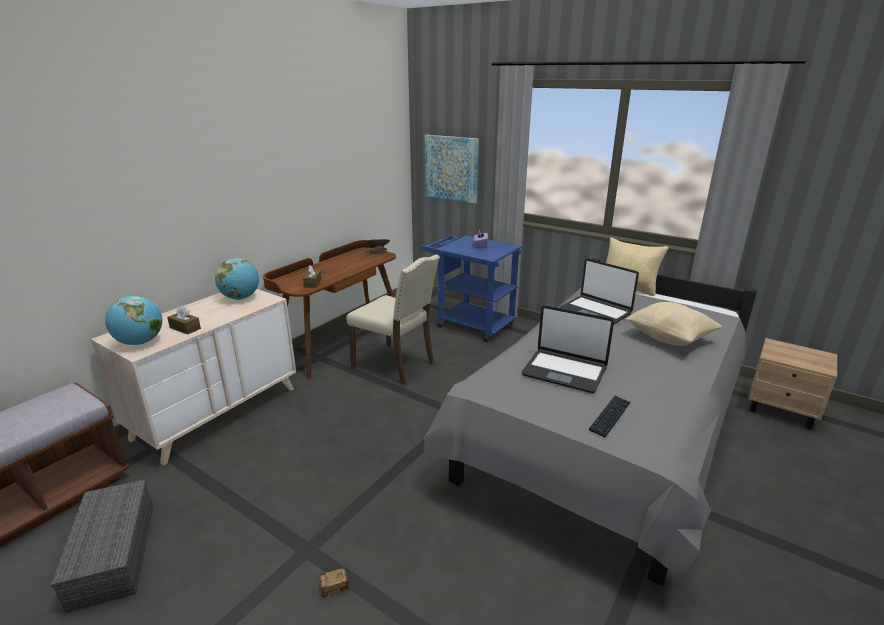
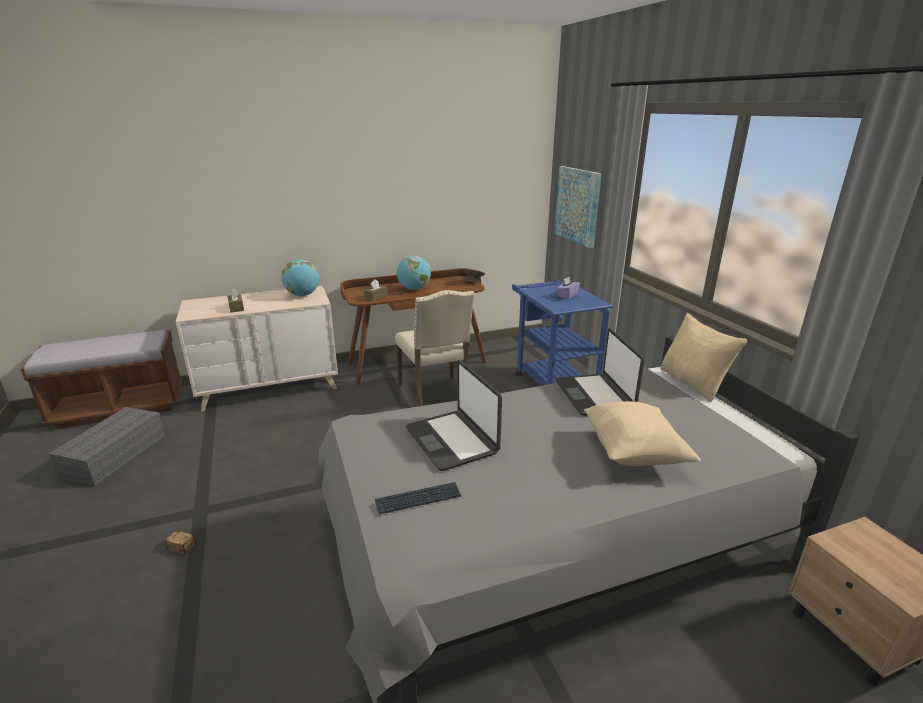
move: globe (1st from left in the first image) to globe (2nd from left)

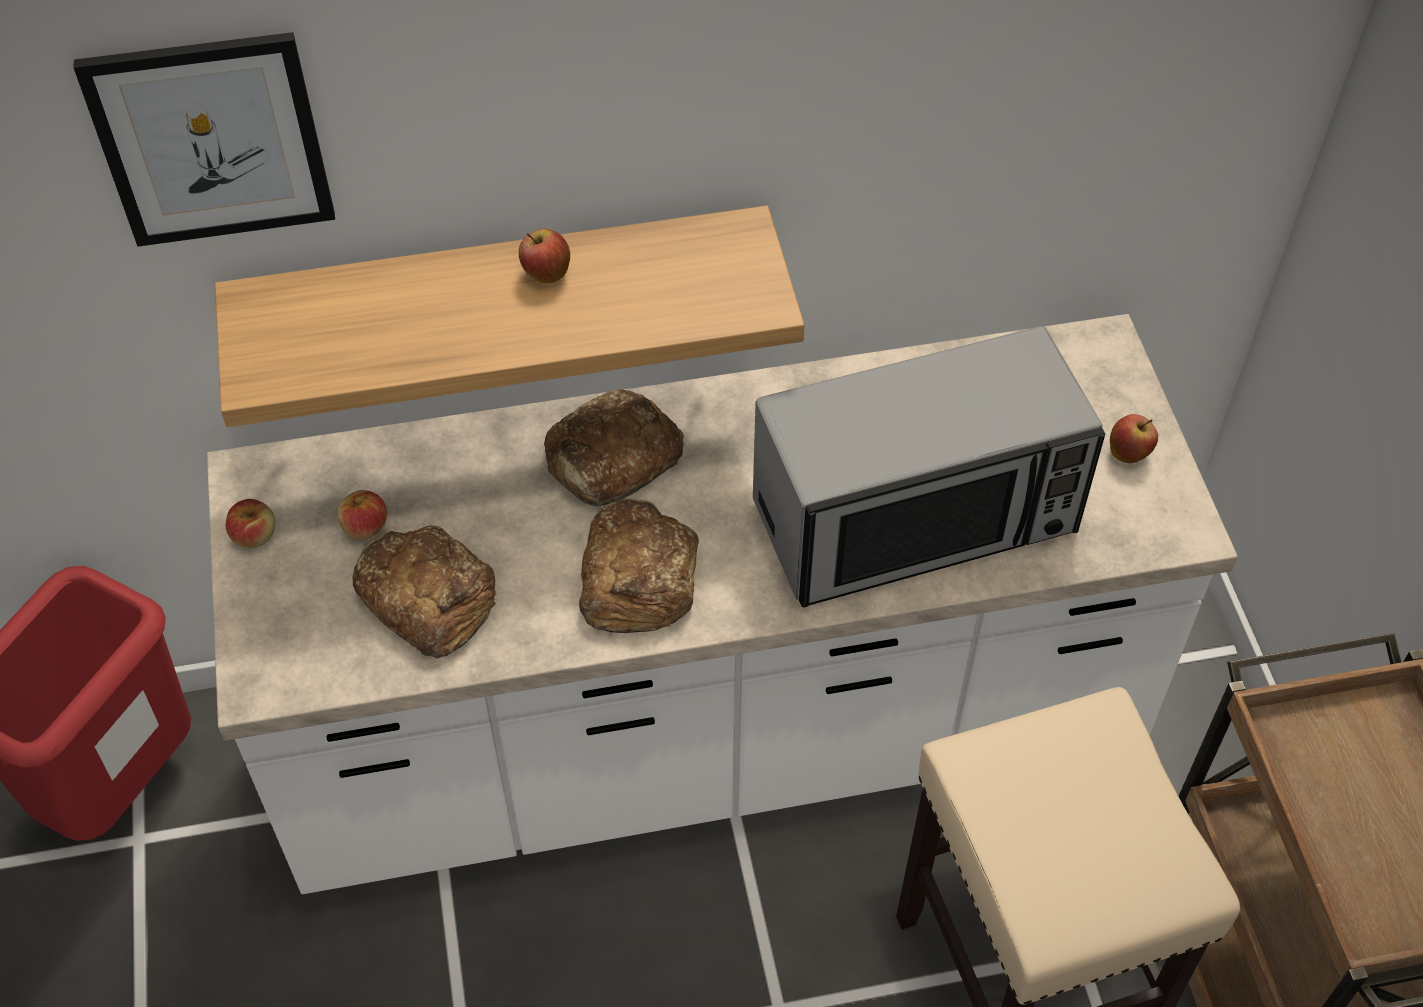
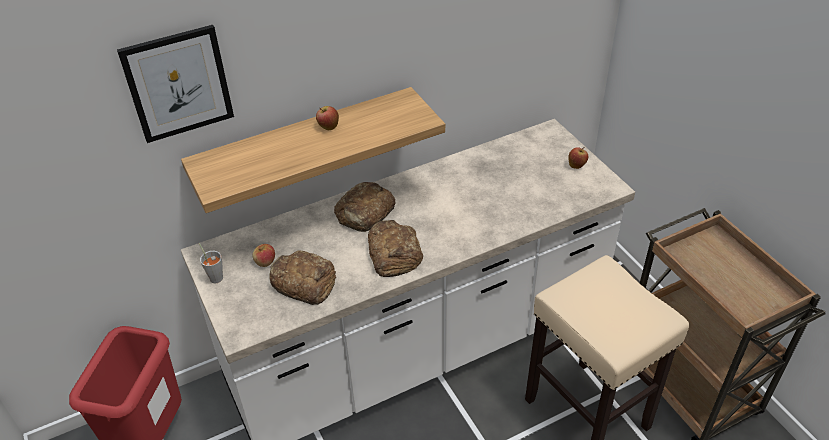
delete: microwave
replace: apple (1st from left) to grey_cup

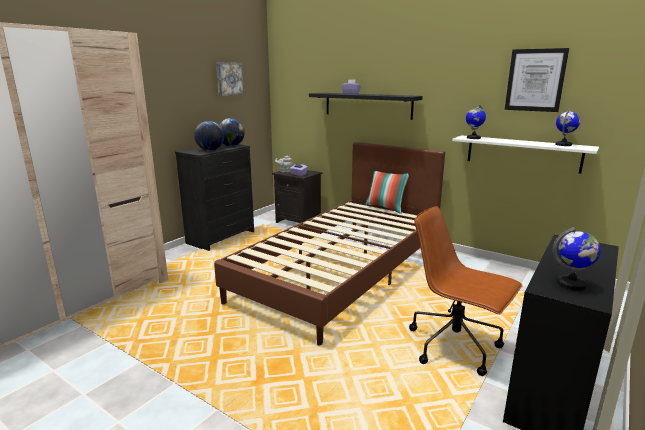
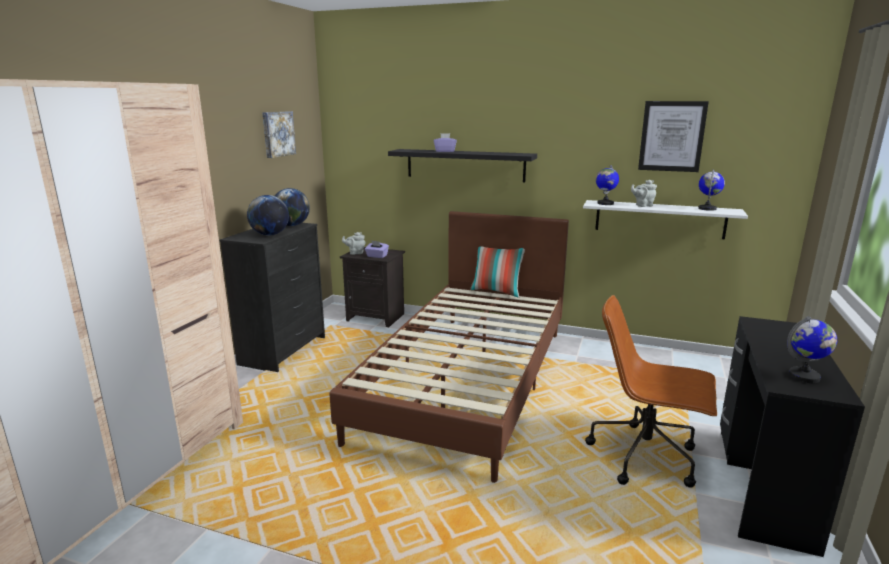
insert: grey_teapot (2nd from left)

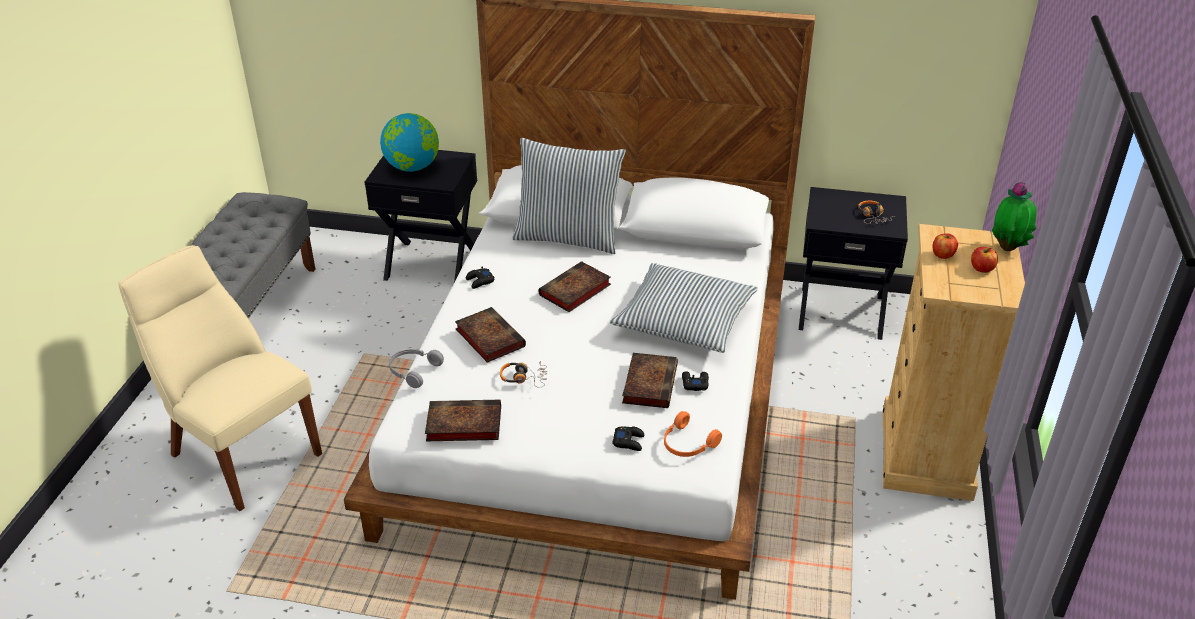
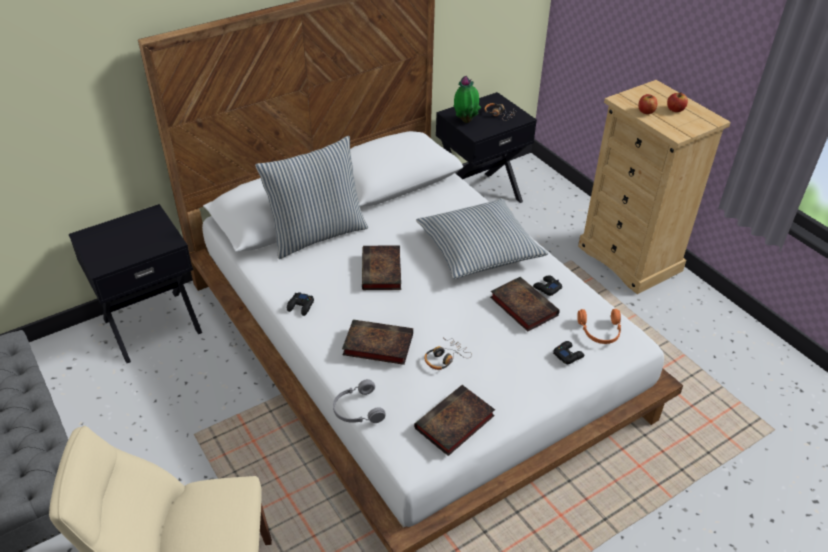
delete: globe
move: potted_plant

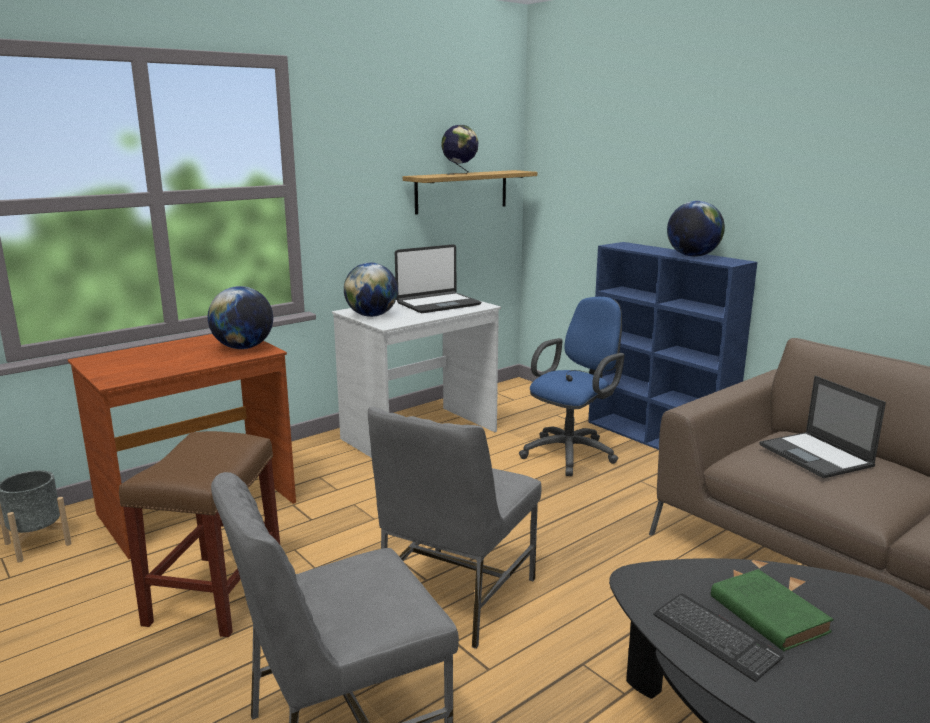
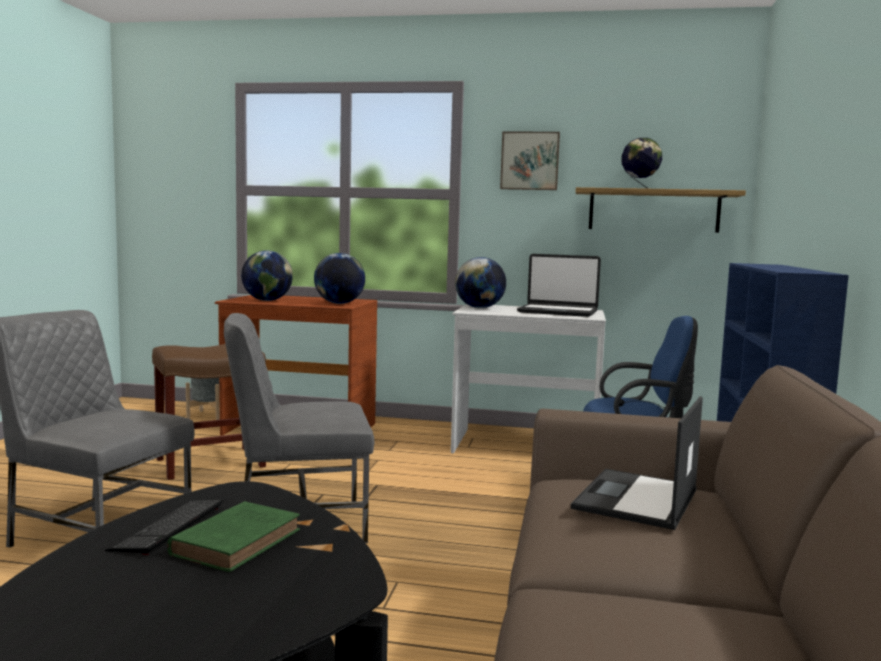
insert: picture
move: globe (4th from left in the first image) to globe (1st from left)

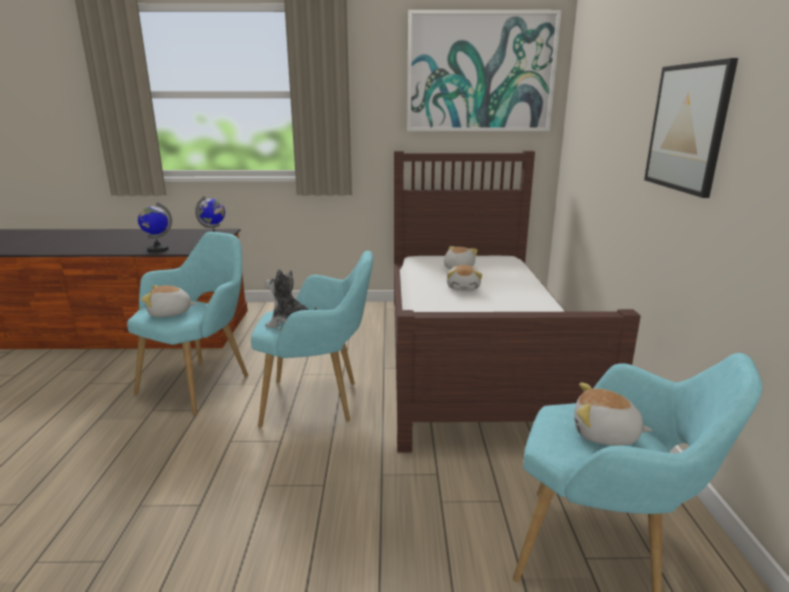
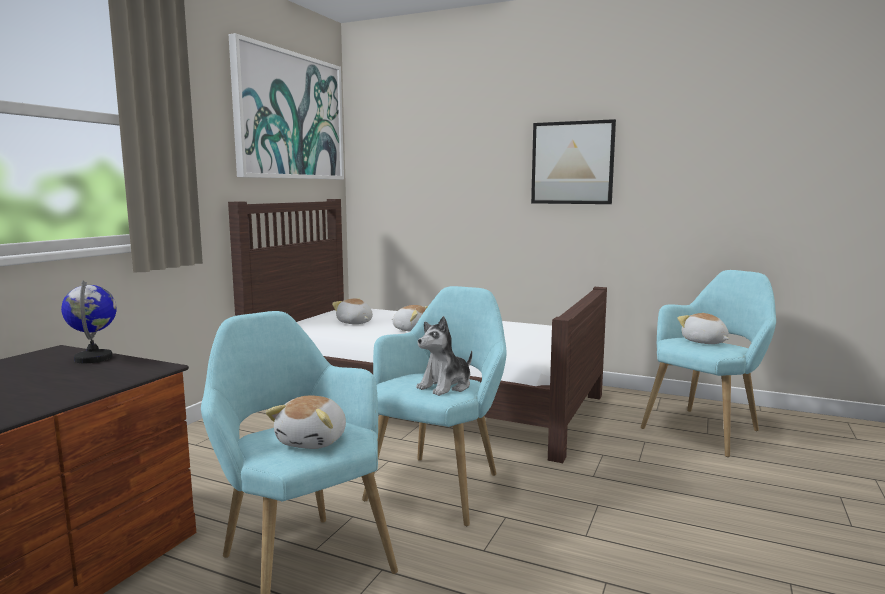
delete: globe (1st from left)
rotate: plush_toy (5th from left) 105 degrees clockwise

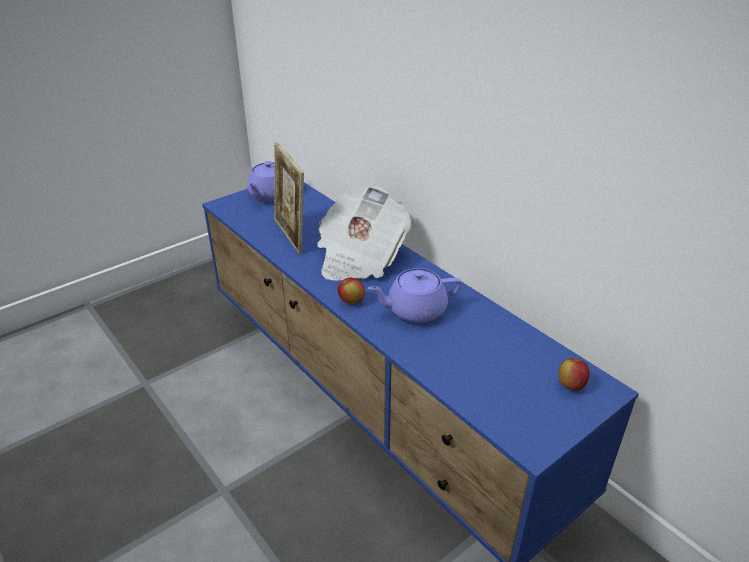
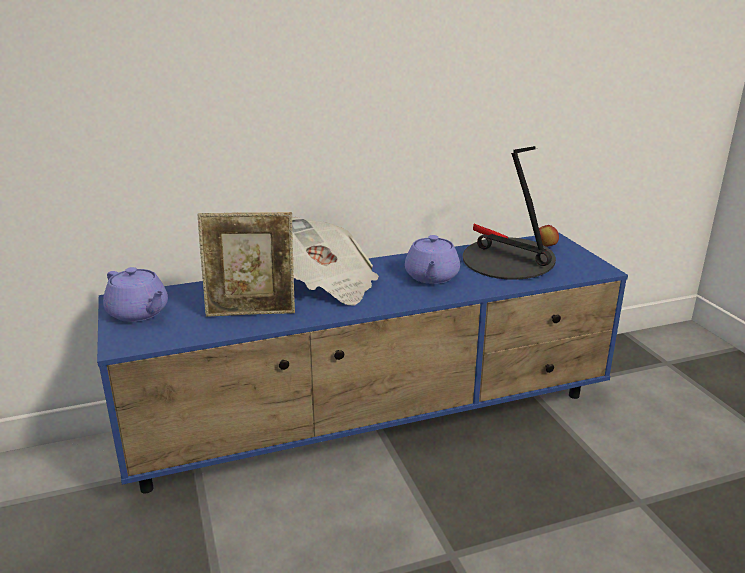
delete: apple (1st from left)
insert: table_lamp

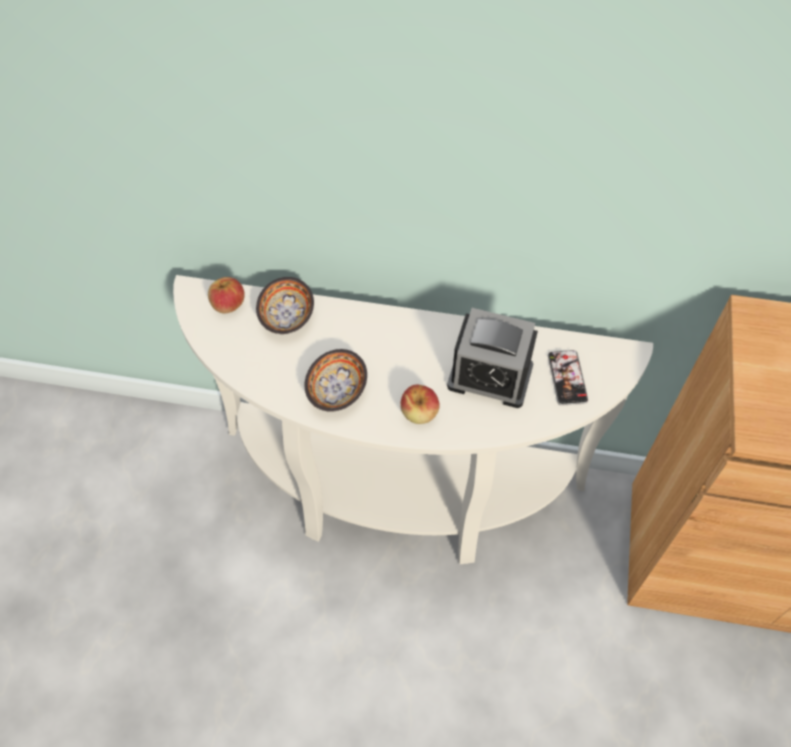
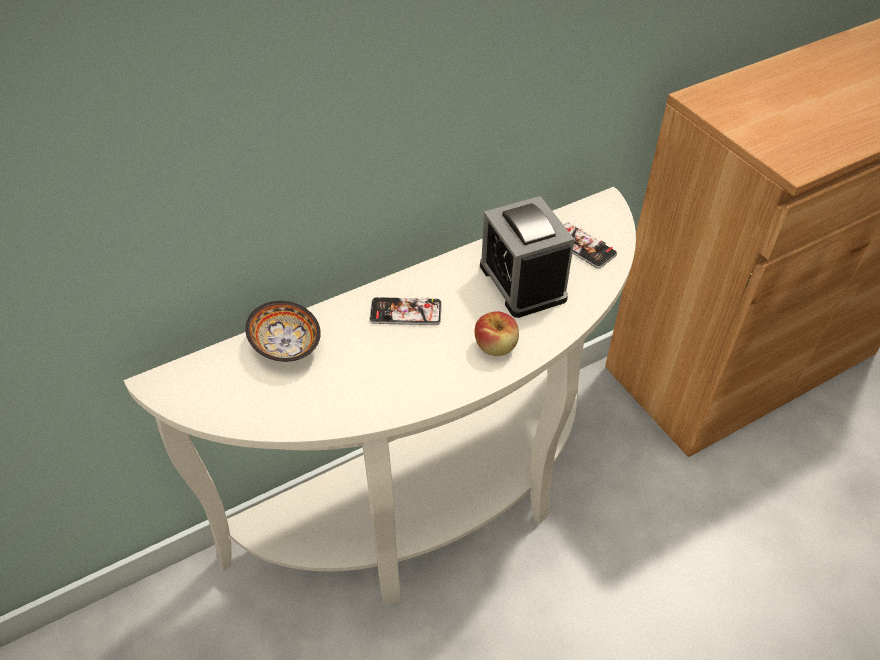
delete: apple (1st from left); bowl (2nd from left)
insert: phone (1st from left)
rotate: alarm_clock 90 degrees clockwise

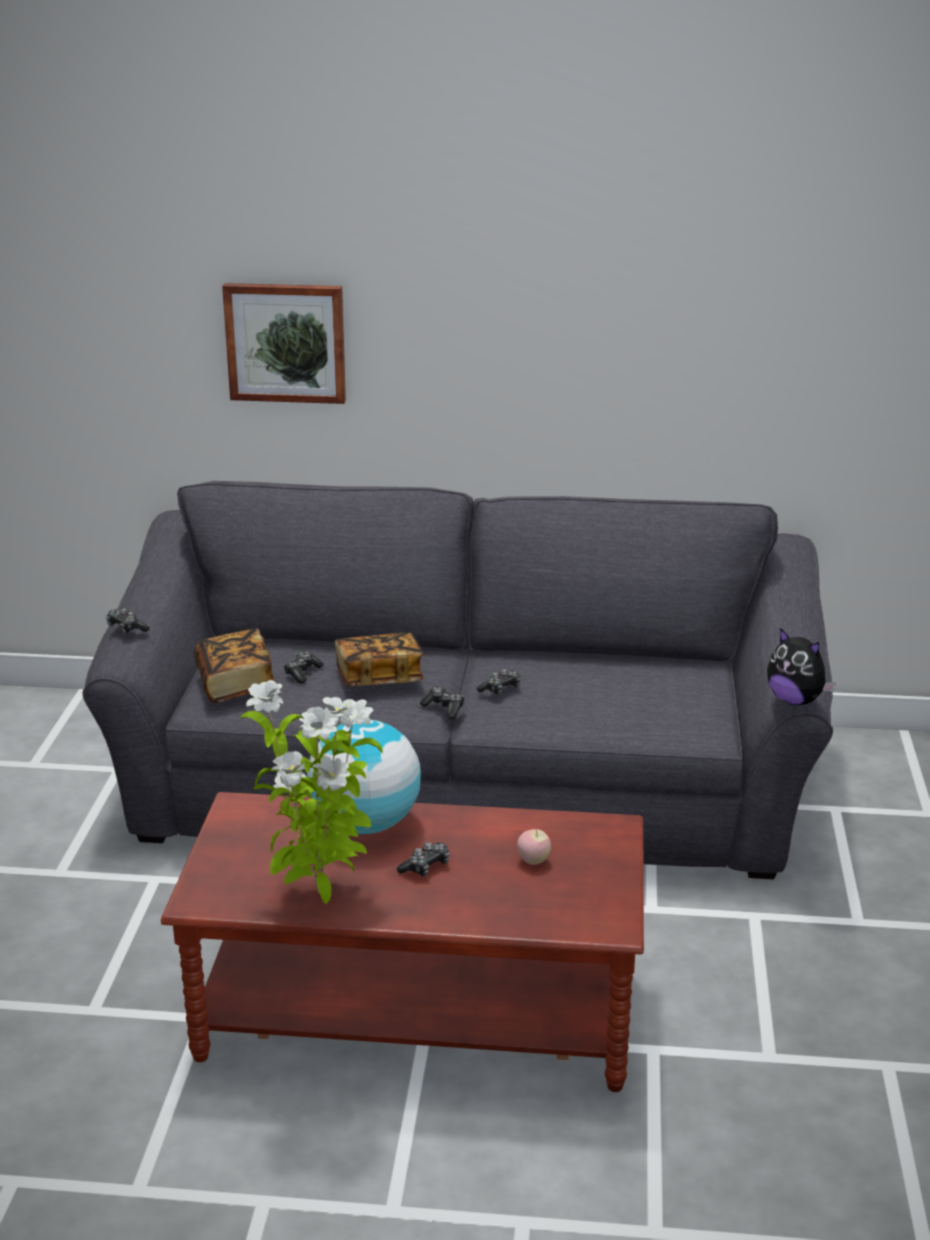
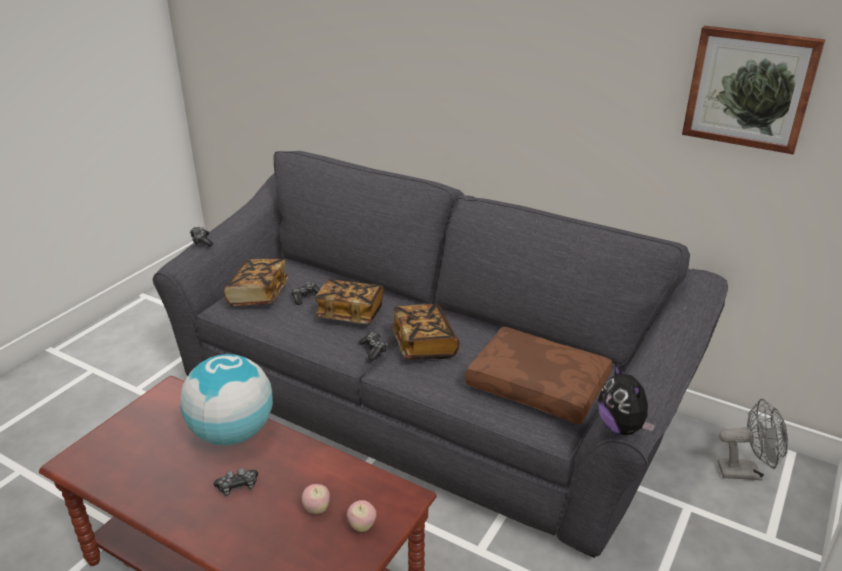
delete: potted_plant
insert: apple (2nd from left); brown_pillow; grey_fan
move: picture
replace: game_controller (5th from left) to book (3rd from left)

